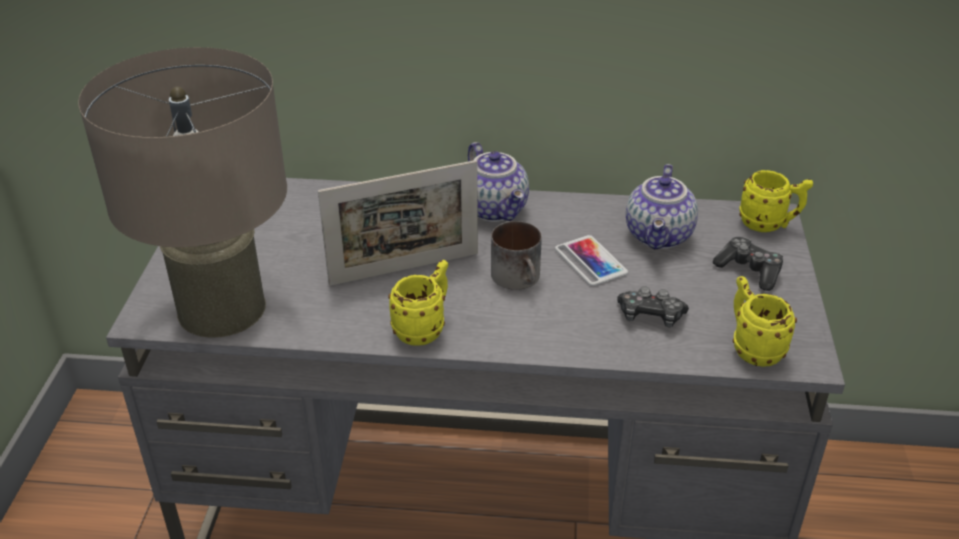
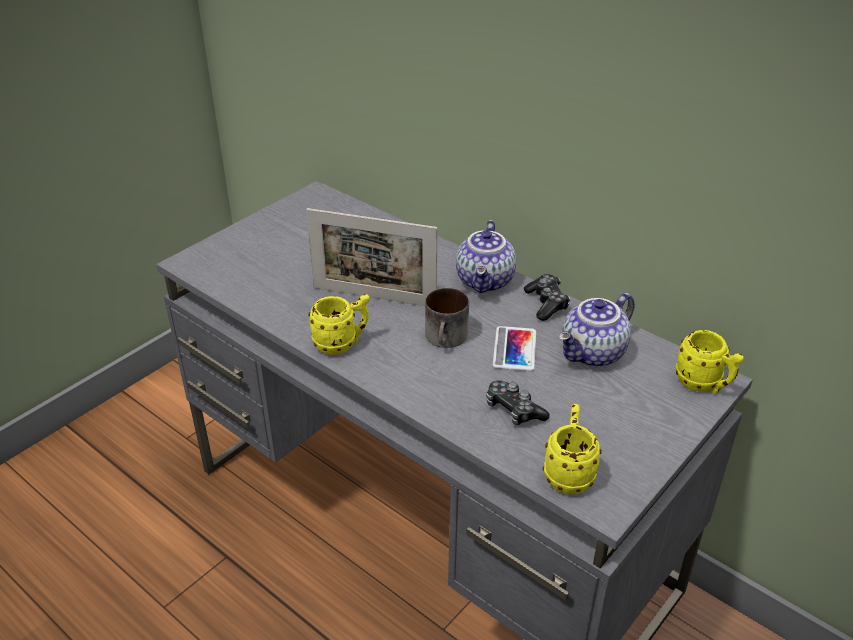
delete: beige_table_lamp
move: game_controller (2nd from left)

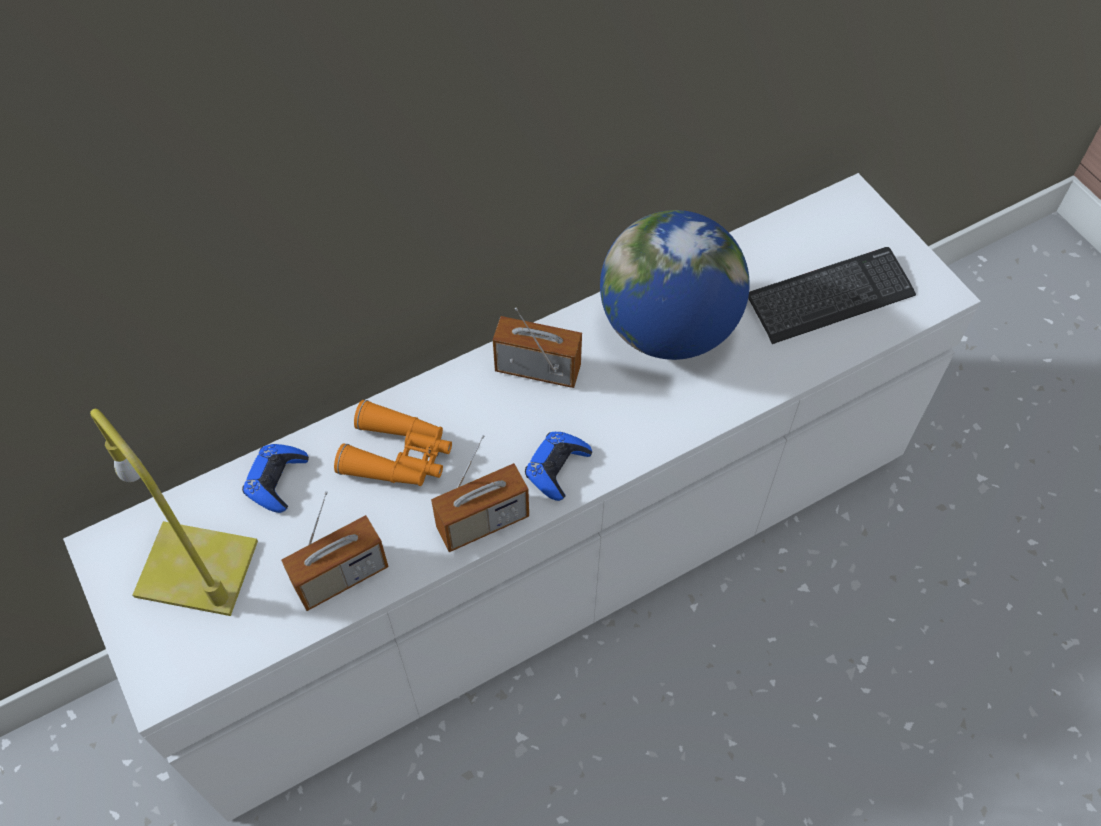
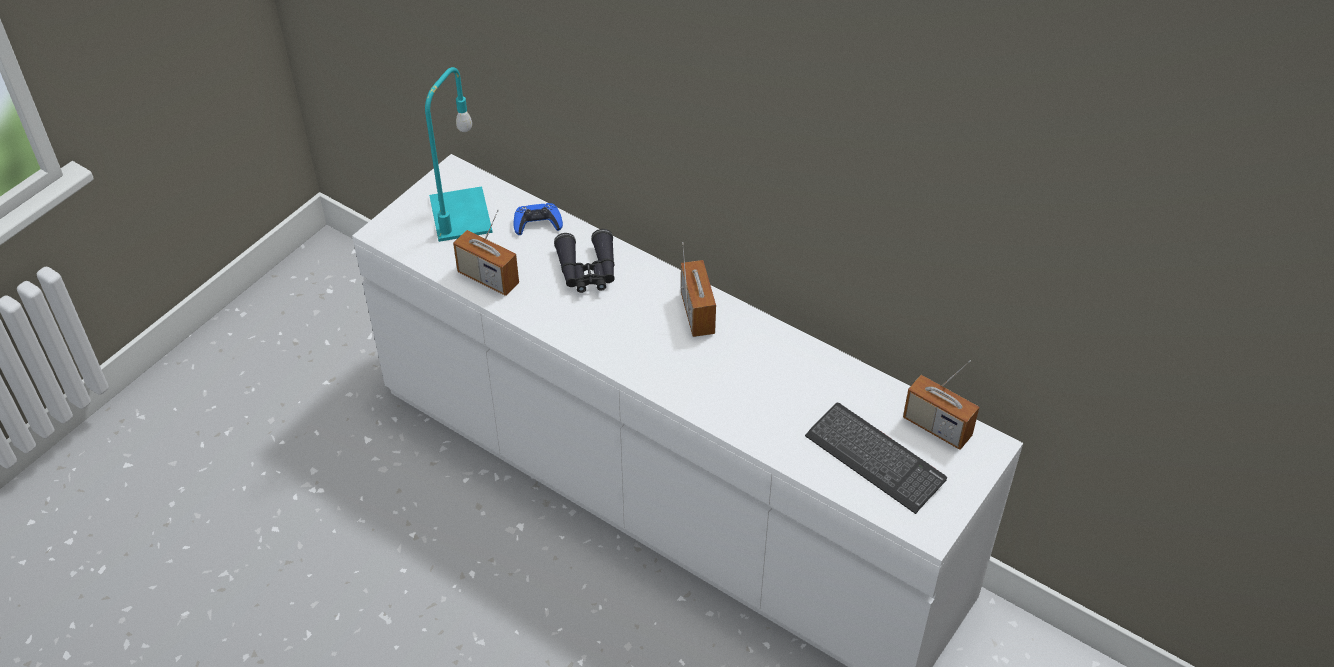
delete: blue_game_controller (2nd from left); globe
move: radio (2nd from left in the first image) to radio (3rd from left)
recolor: yellow_table_lamp to turquoise_table_lamp; orange_binoculars to black_binoculars

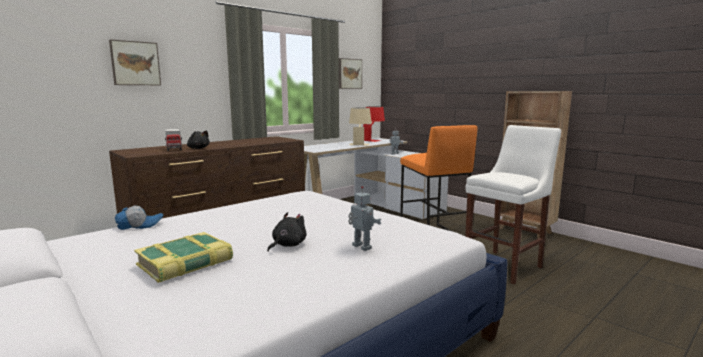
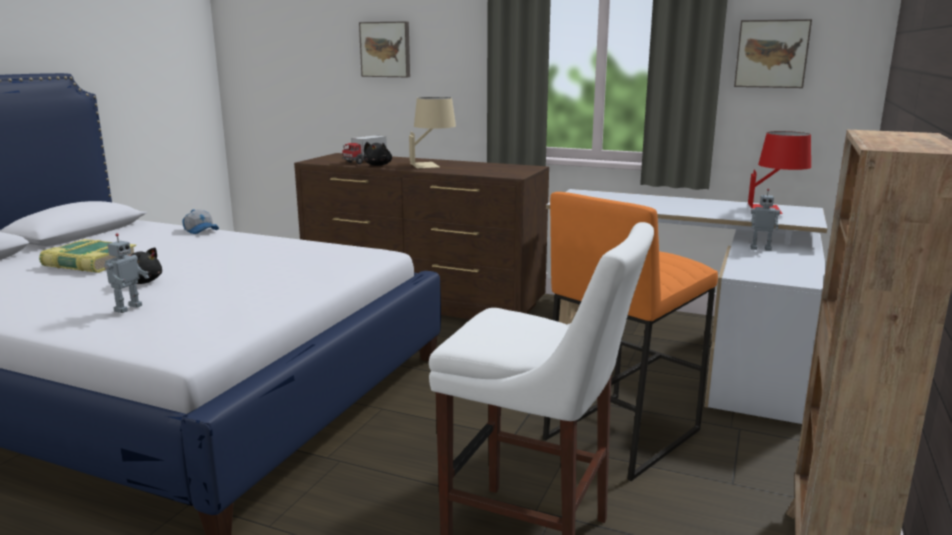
move: beige_table_lamp

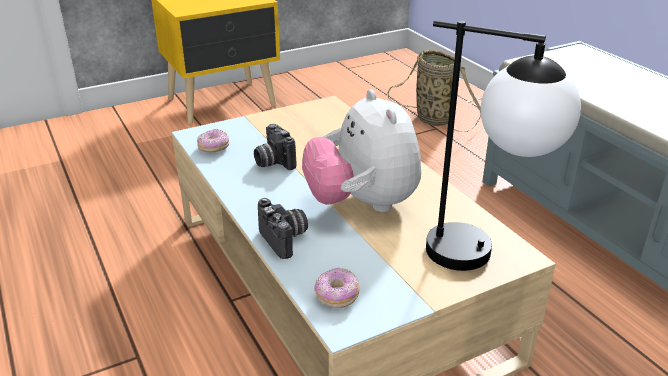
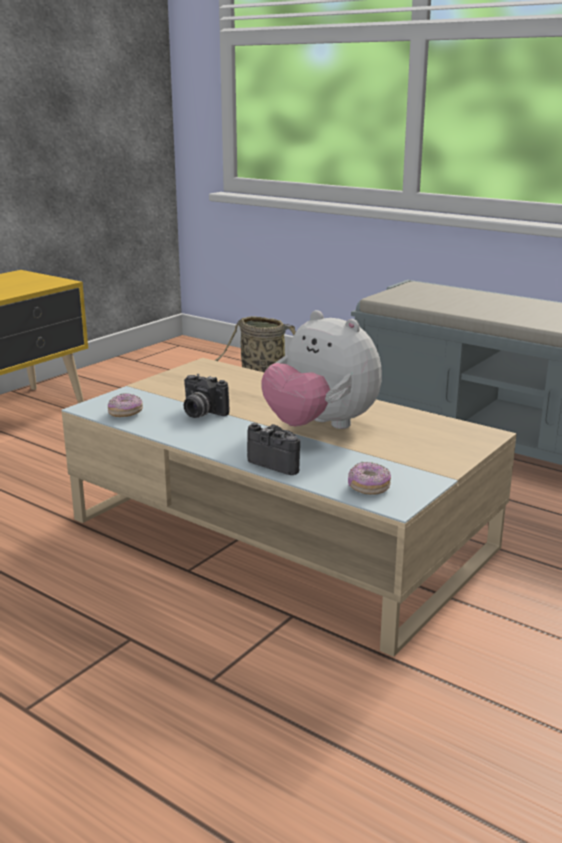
delete: table_lamp

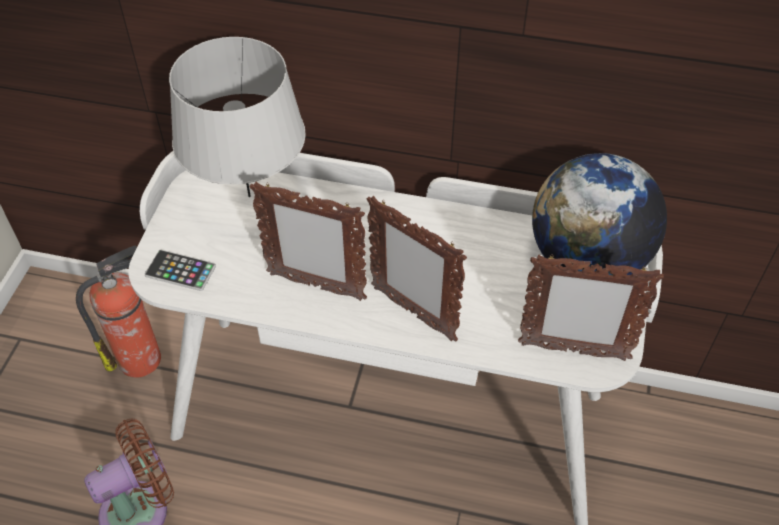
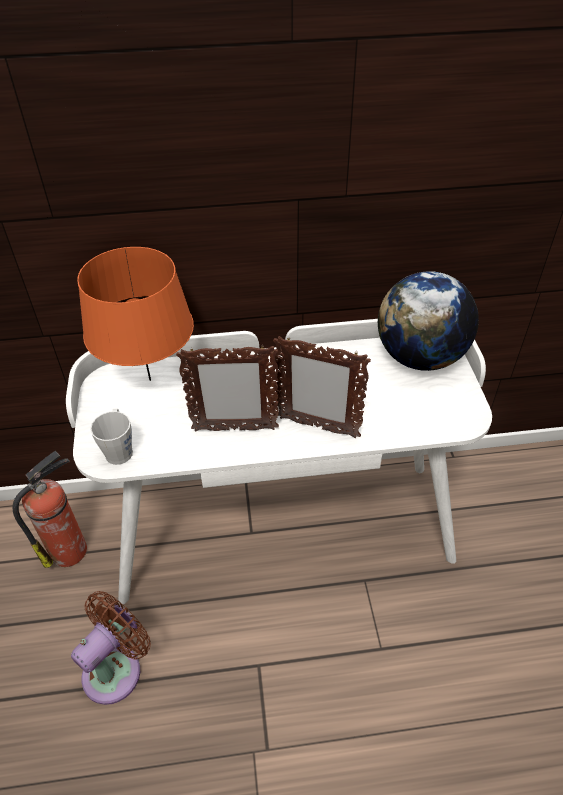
delete: picture_frame (3rd from left)
replace: phone to grey_mug
recolor: grey_table_lamp to orange_table_lamp

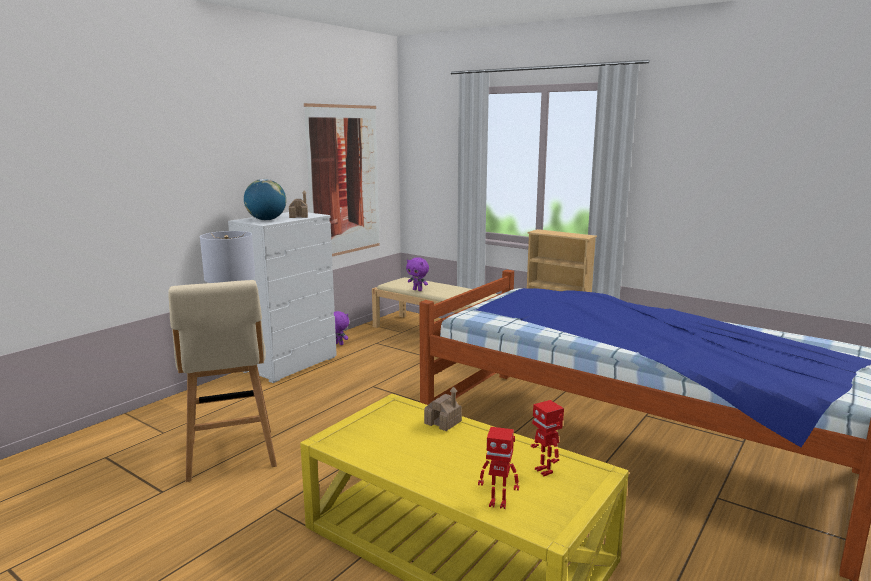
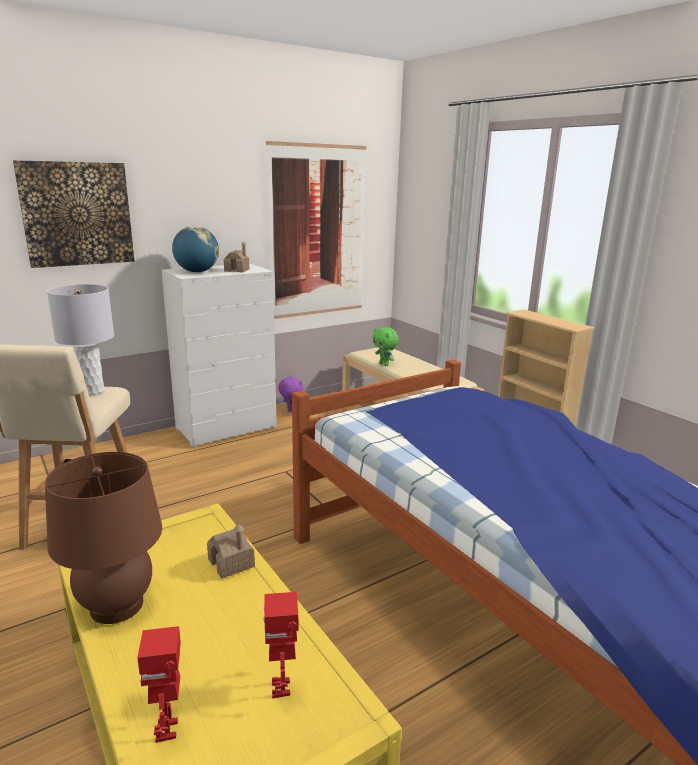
insert: picture (1st from left); brown_table_lamp
recolor: purple_plush_toy (2nd from left) to green_plush_toy
rotate: toy_robot (1st from left) 45 degrees clockwise

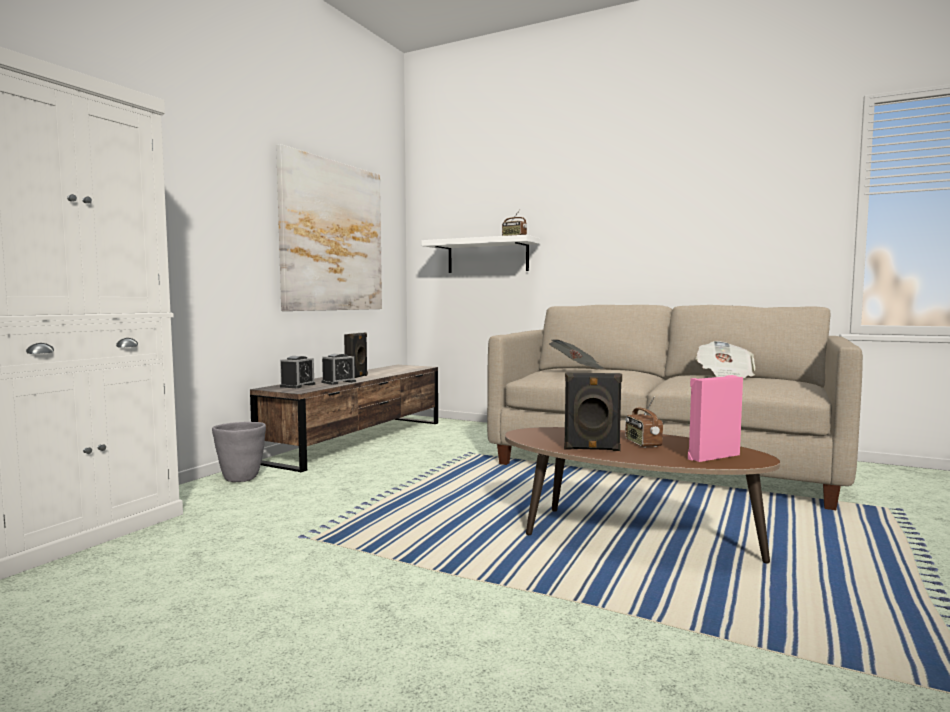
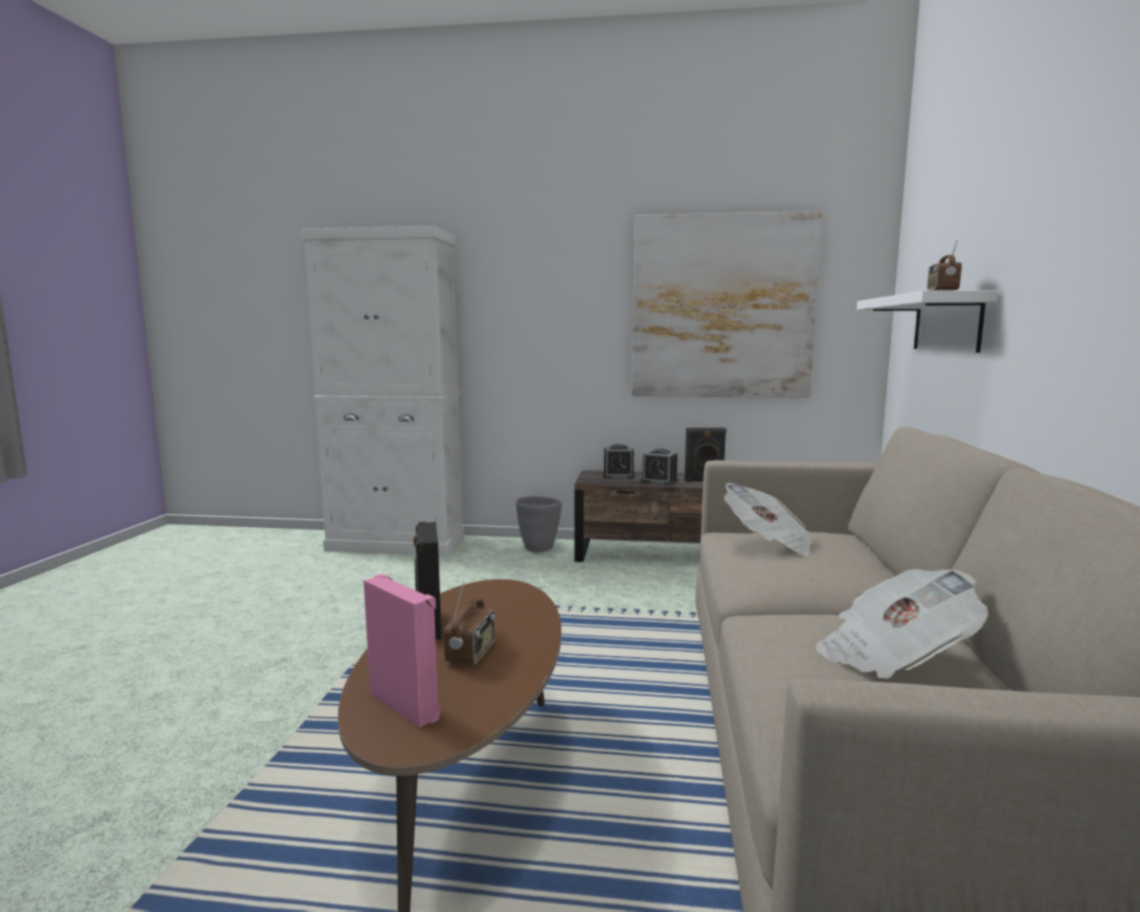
rotate: radio (2nd from left in the first image) 135 degrees clockwise

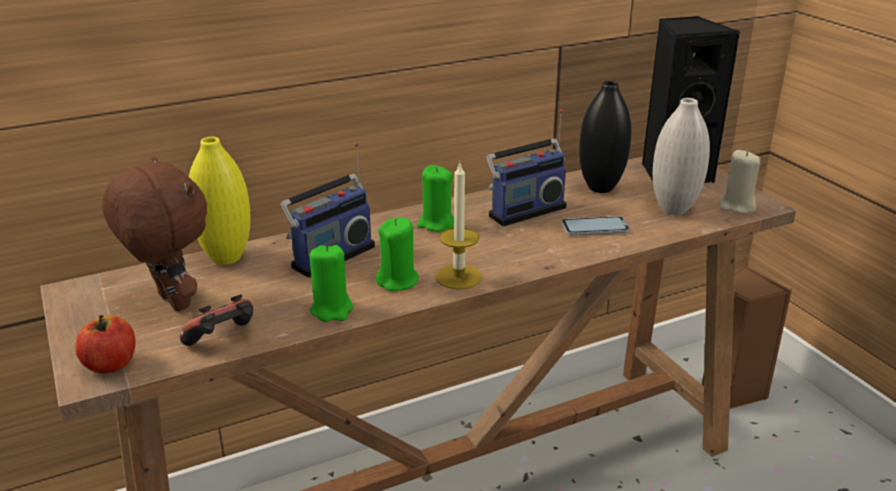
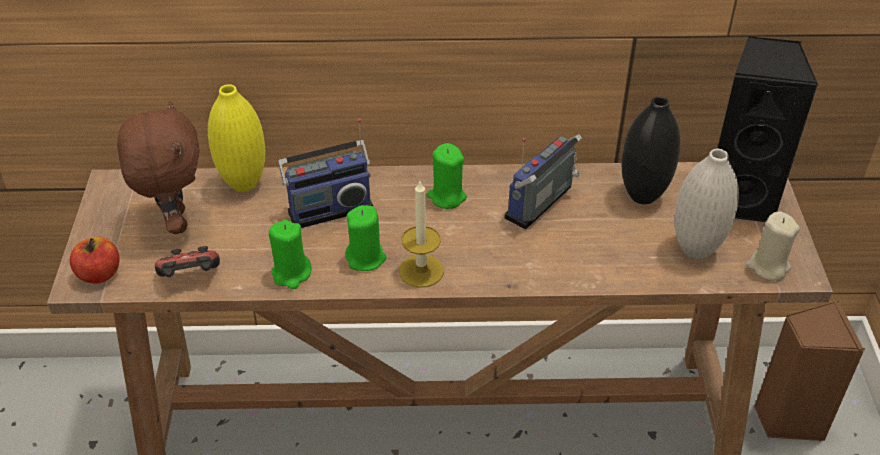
delete: phone
rotate: radio (2nd from left) 135 degrees clockwise

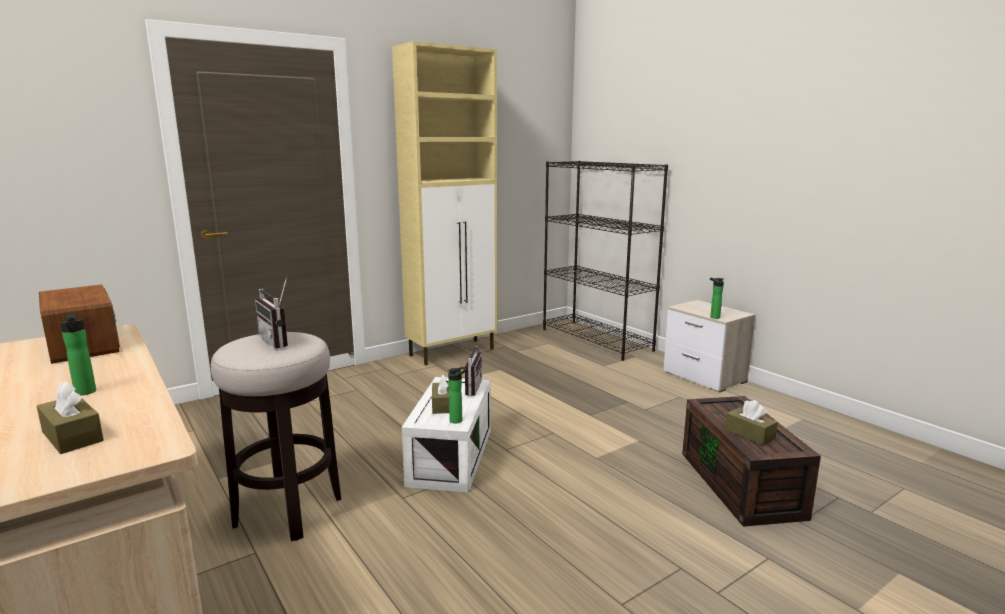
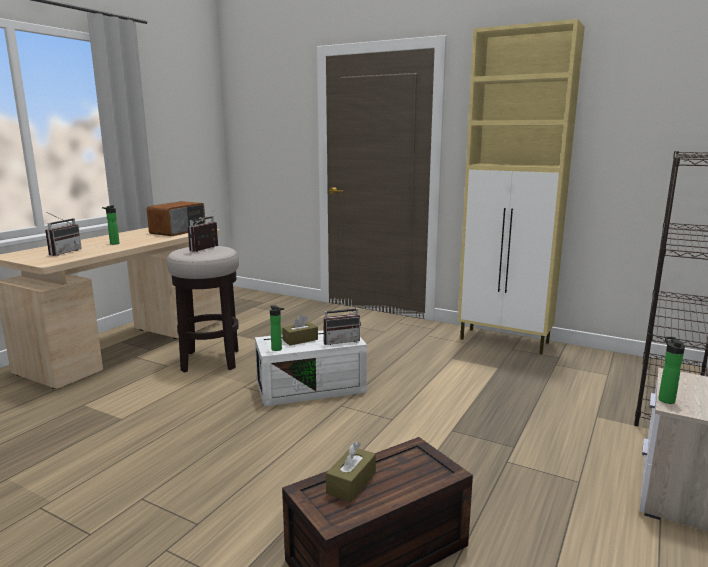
replace: brown_tissue_box (1st from left) to radio (1st from left)

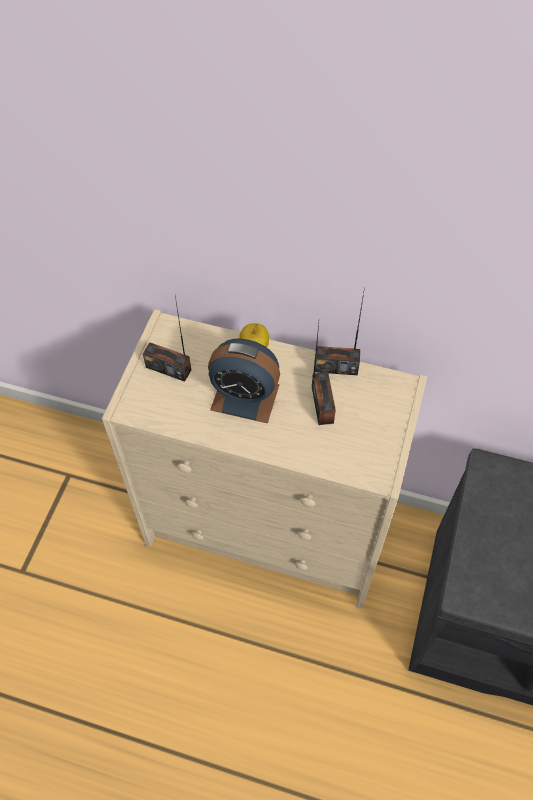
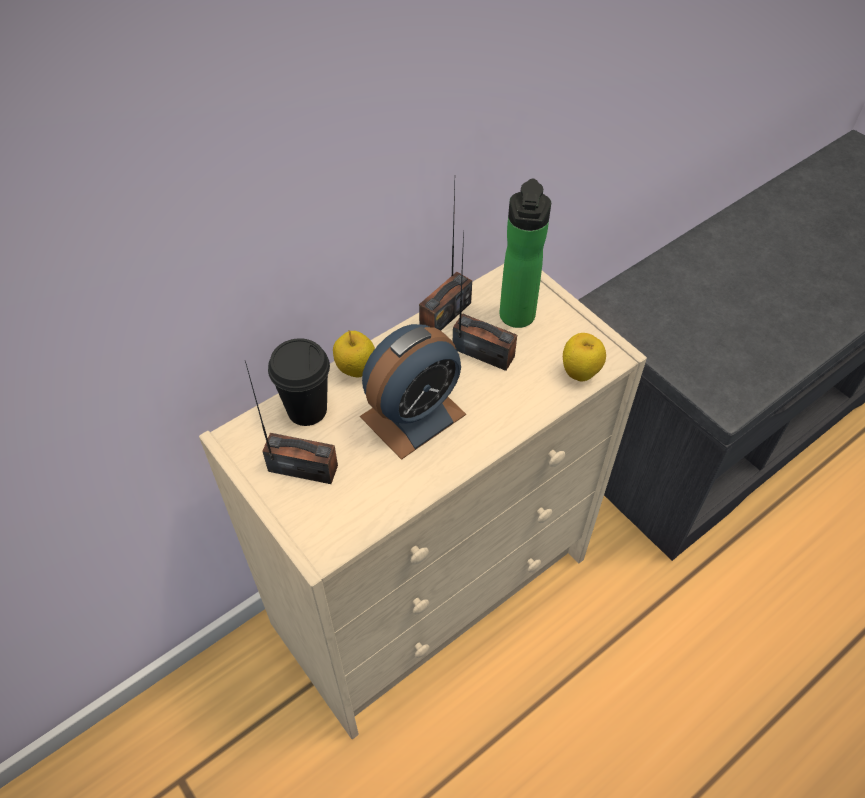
insert: black_cup; bottle; apple (2nd from left)
rotate: radio (1st from left) 135 degrees counterclockwise

